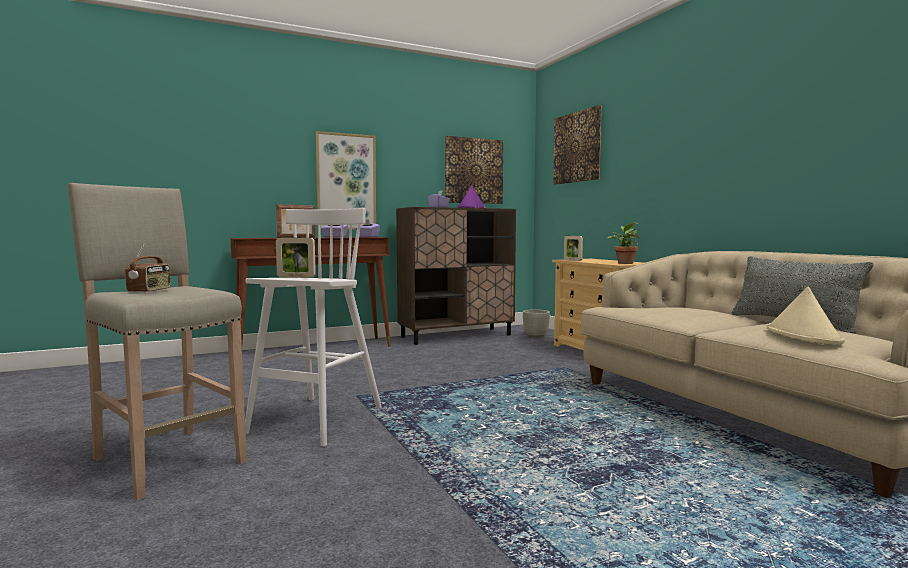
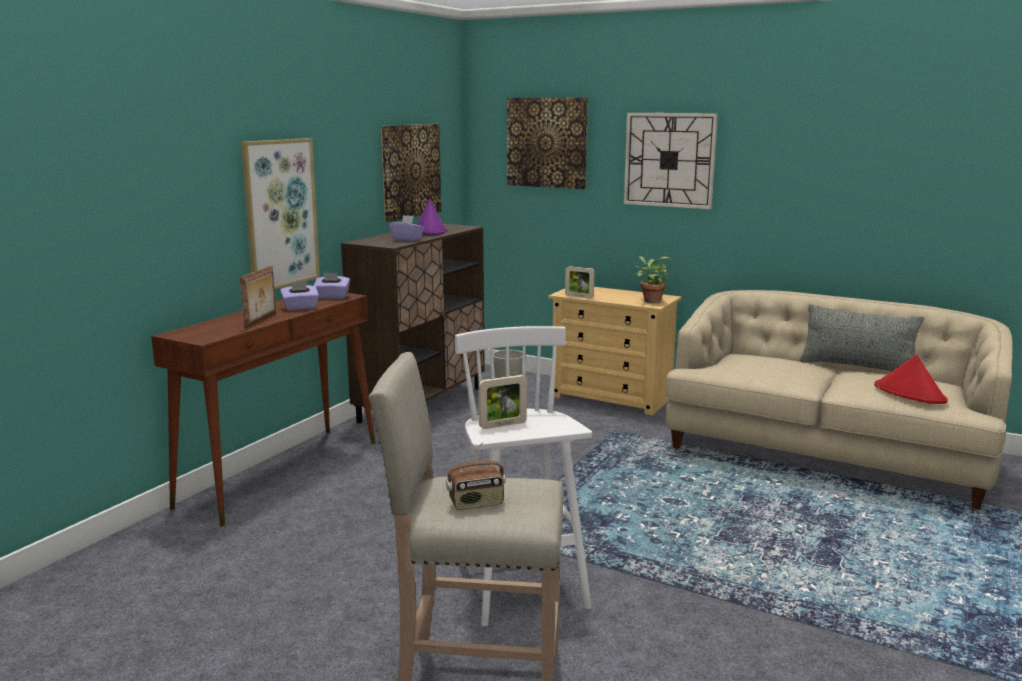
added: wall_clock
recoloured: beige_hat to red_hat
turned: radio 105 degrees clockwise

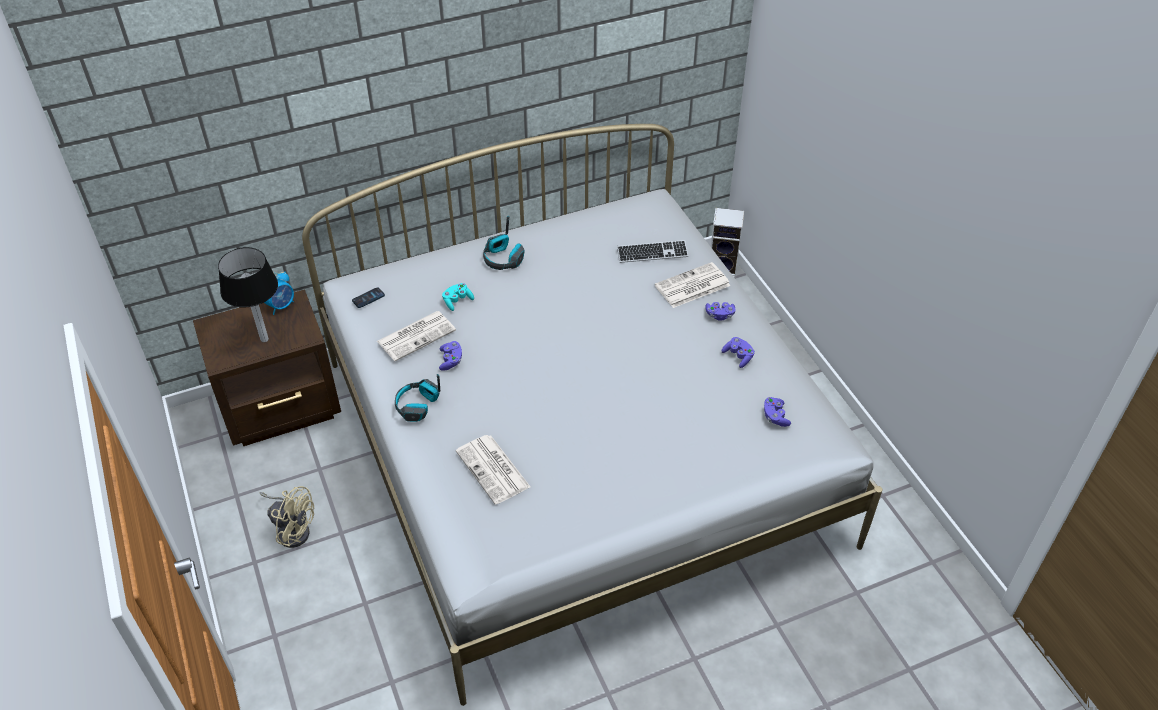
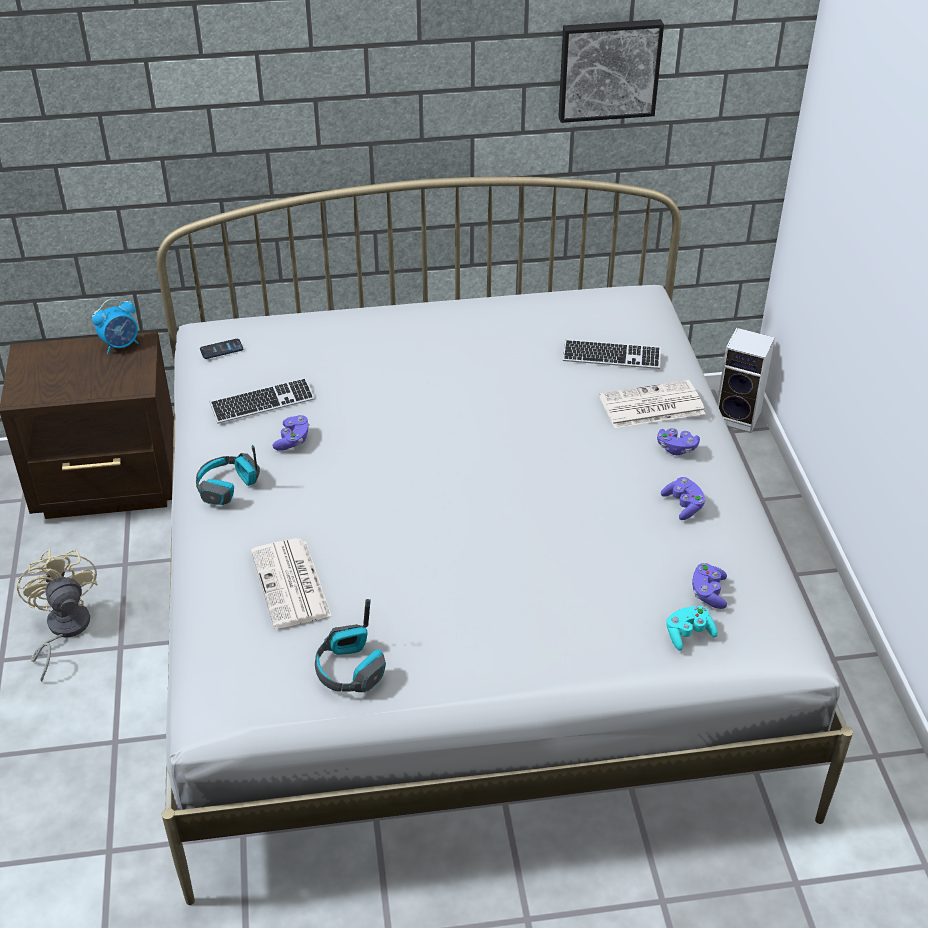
removed: table_lamp
added: picture
moved: headphones (2nd from left); turquoise_game_controller
replaced: newspaper (1st from left) to keyboard (1st from left)
turned: beige_fan 150 degrees counterclockwise

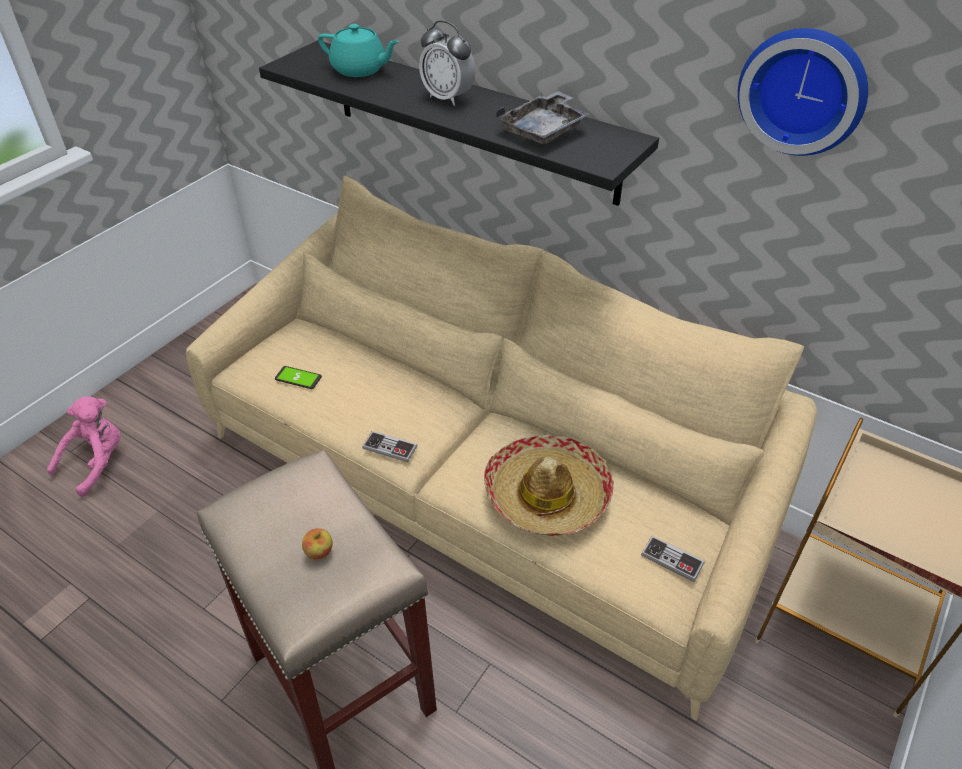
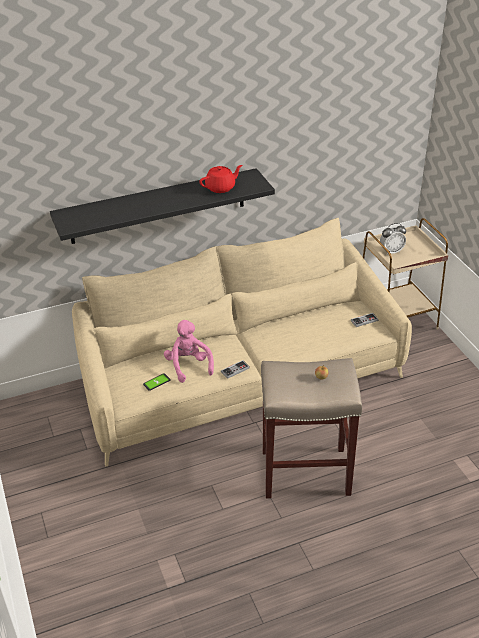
removed: turquoise_teapot; wall_clock; hat
moved: alarm_clock; pink_plush_toy
replaced: grey_tray to red_teapot

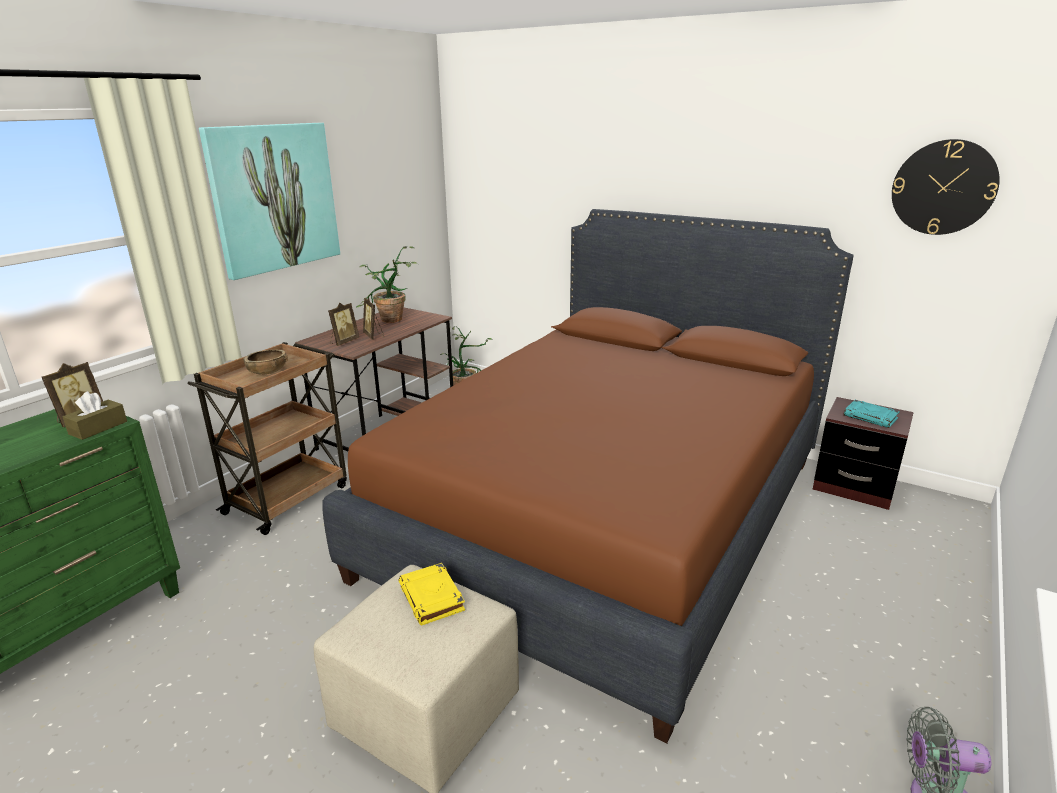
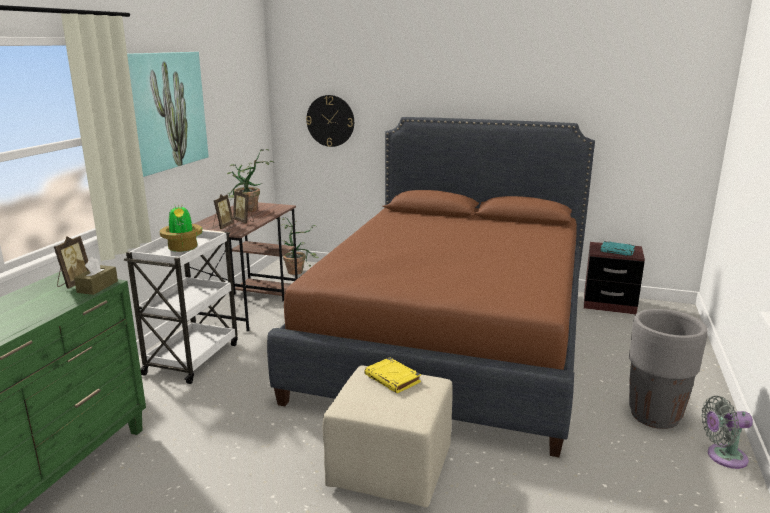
added: grey_planter
moved: wall_clock
replaced: brown_bowl to potted_plant (1st from left)
recoloured: brown_cart to white_cart

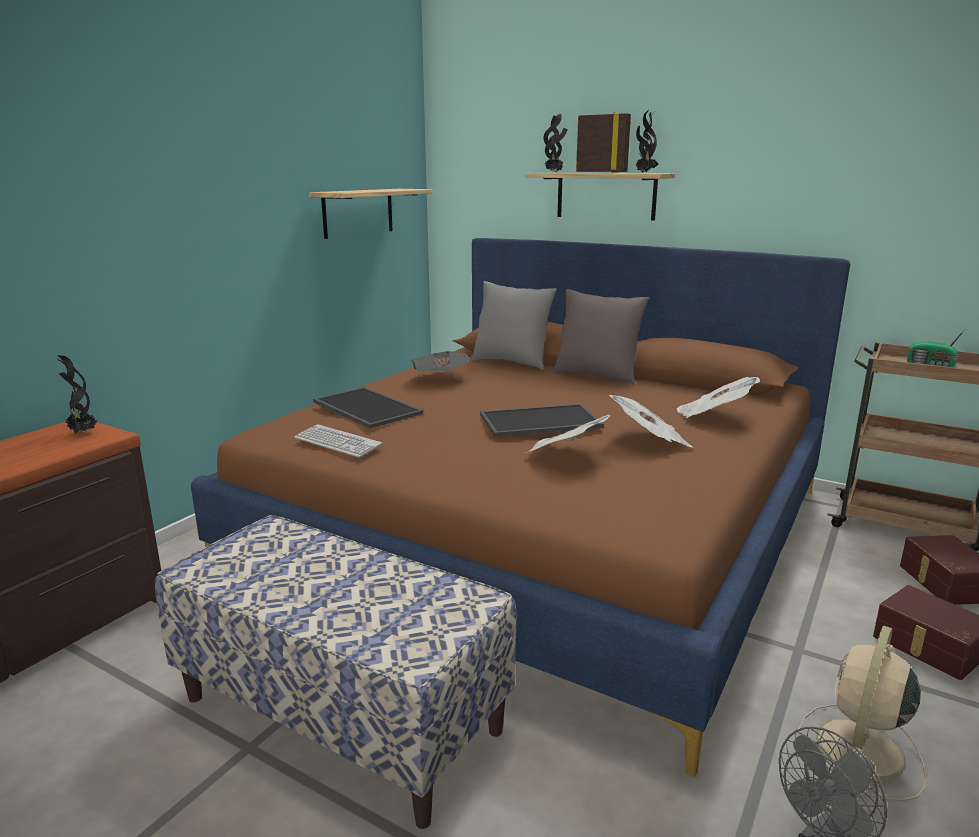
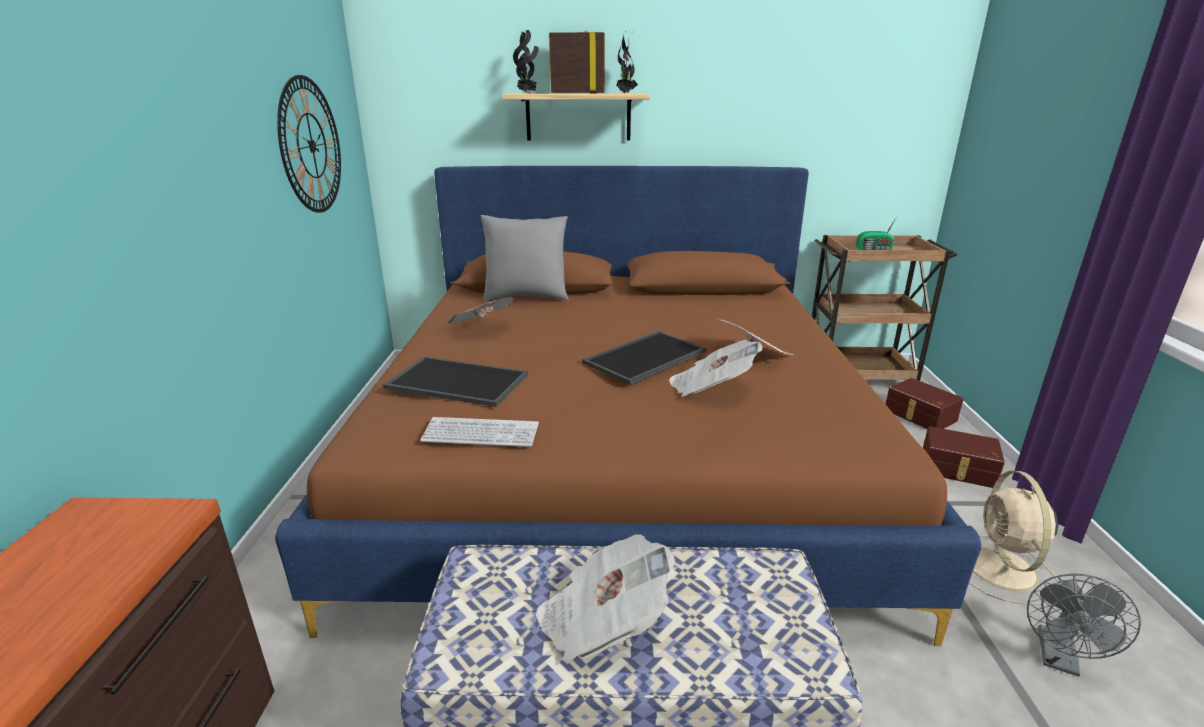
removed: grey_pillow (2nd from left); potted_plant (1st from left)
moved: newspaper (4th from left in the first image) to newspaper (2nd from left)
replaced: shelf (1st from left) to wall_clock

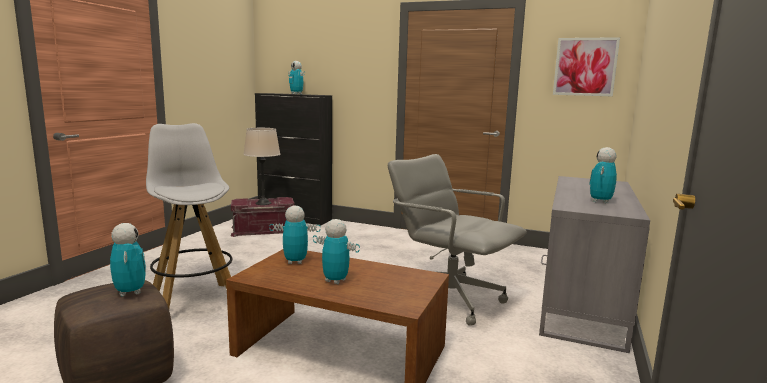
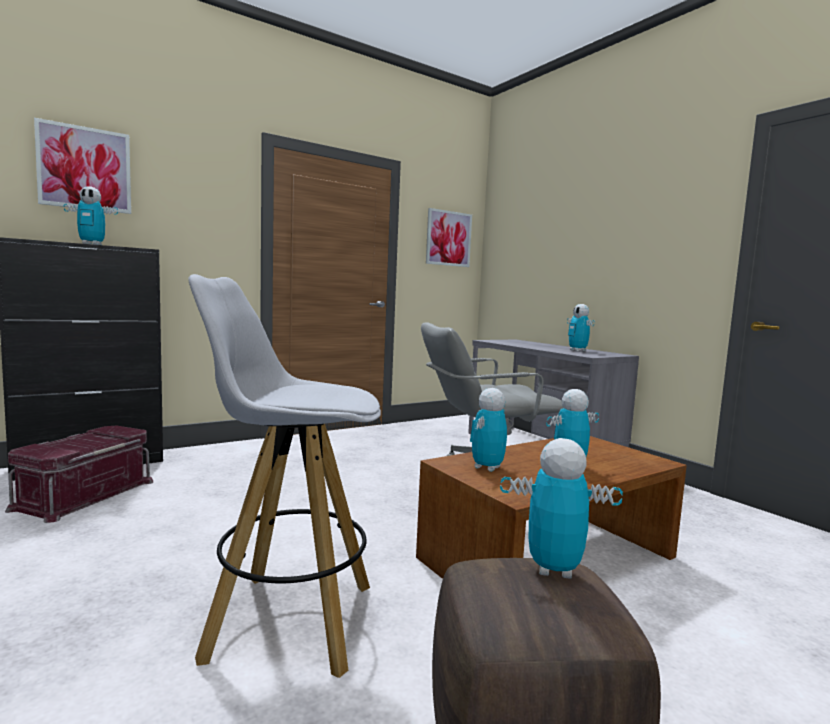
removed: beige_table_lamp
added: picture (1st from left)

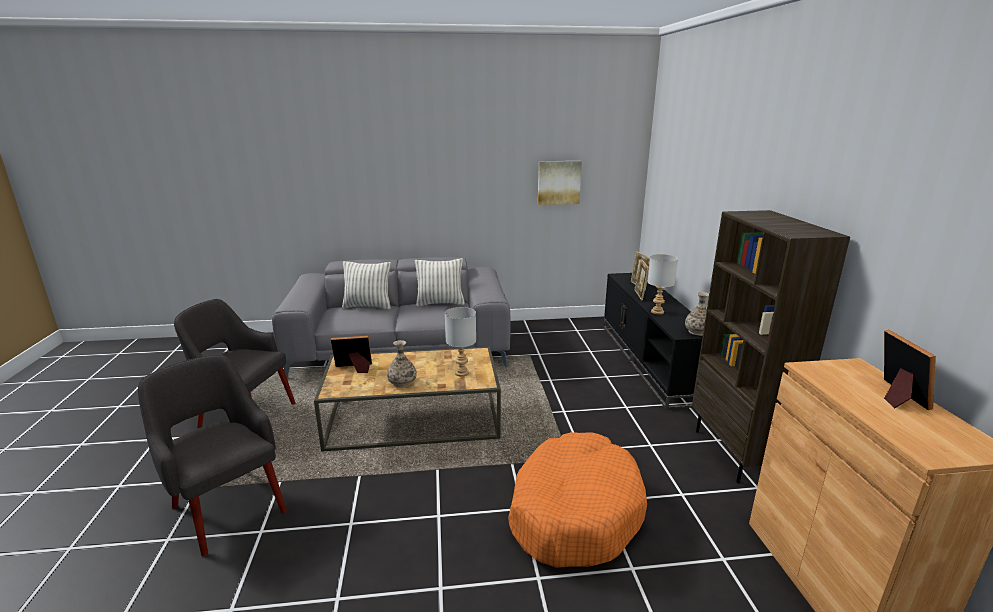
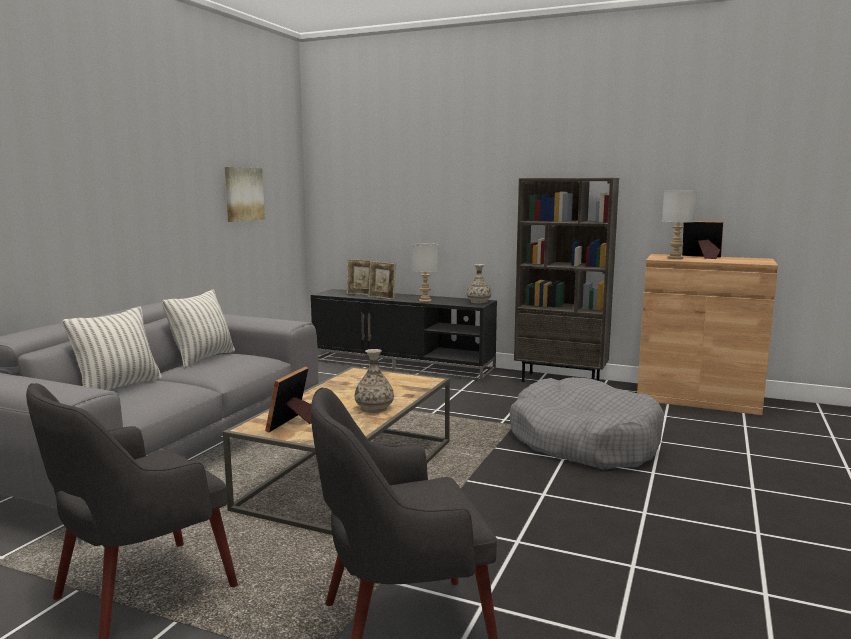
moved: grey_table_lamp (1st from left in the first image) to grey_table_lamp (2nd from left)
recoloured: orange_dog_bed to grey_dog_bed

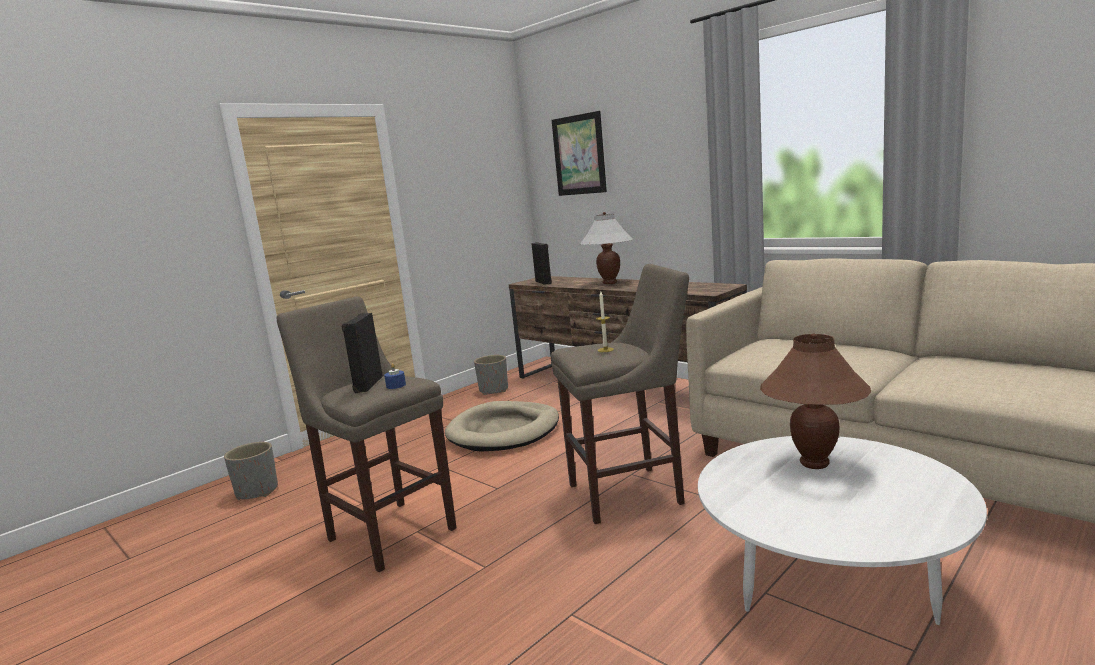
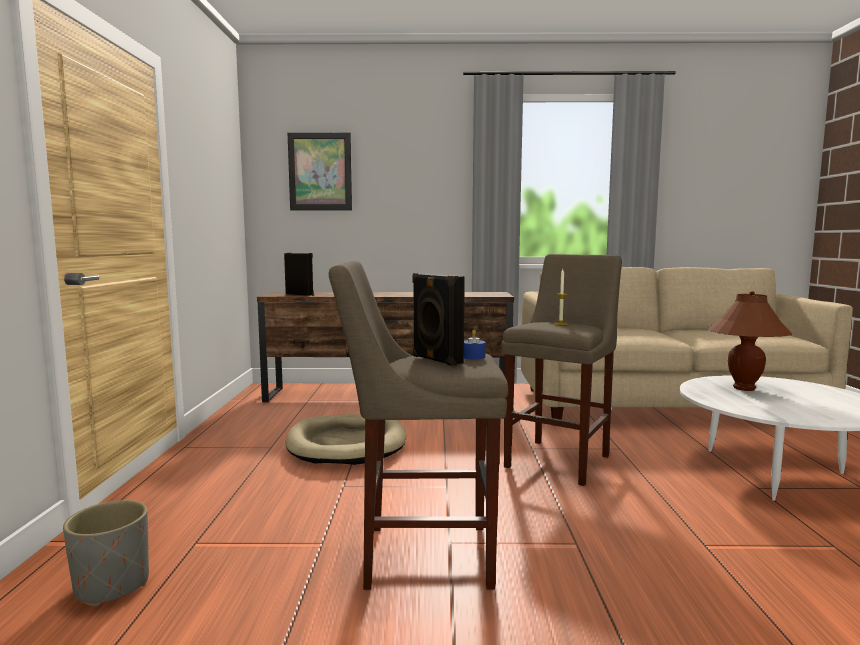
removed: white_table_lamp; grey_planter (2nd from left)

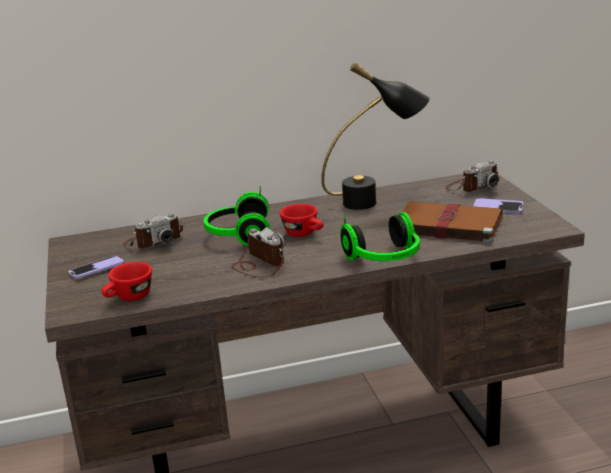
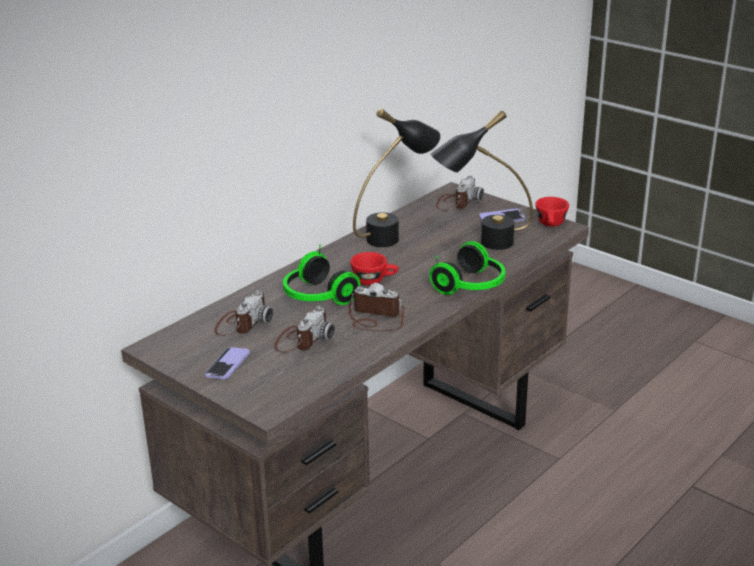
added: photo_camera (2nd from left)
moved: red_cup (1st from left in the first image) to red_cup (2nd from left)
replaced: brown_book to black_table_lamp (2nd from left)

